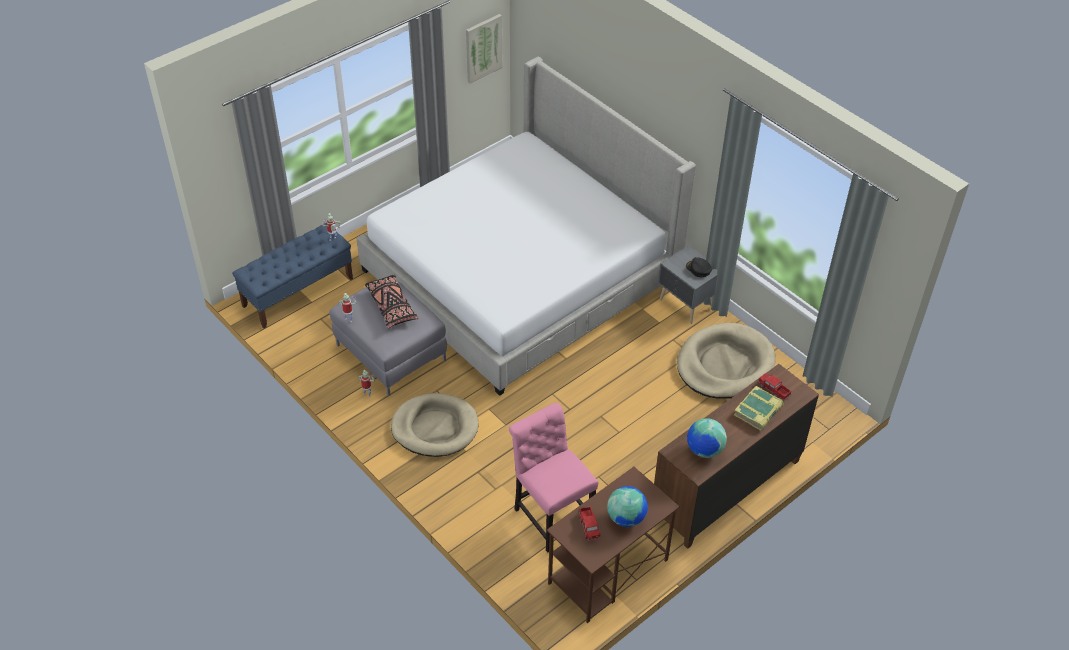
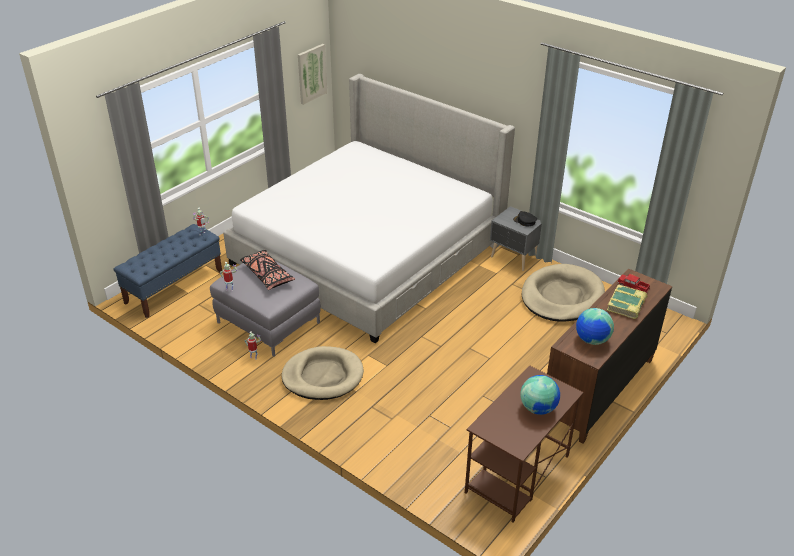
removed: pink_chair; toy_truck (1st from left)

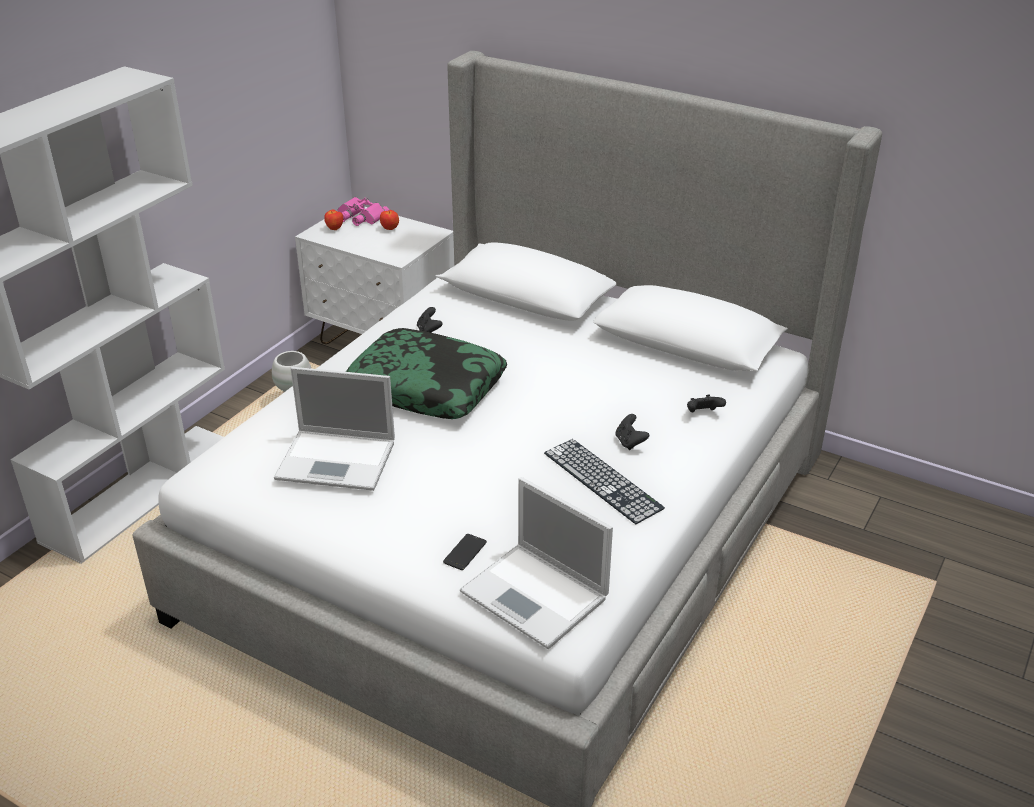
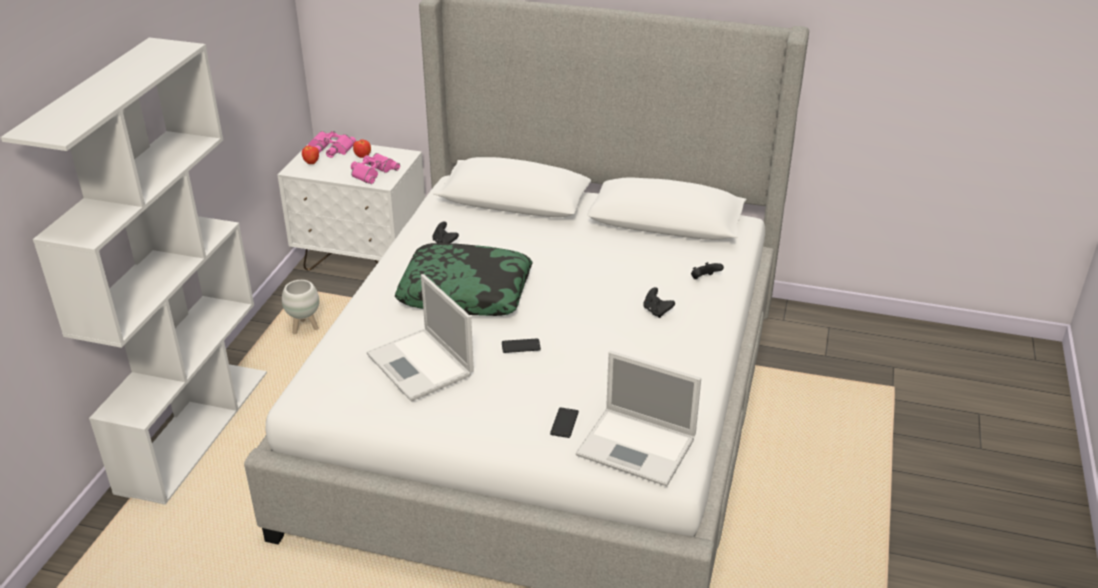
removed: keyboard
added: pink_binoculars (2nd from left); phone (1st from left)
turned: laptop (1st from left) 60 degrees clockwise

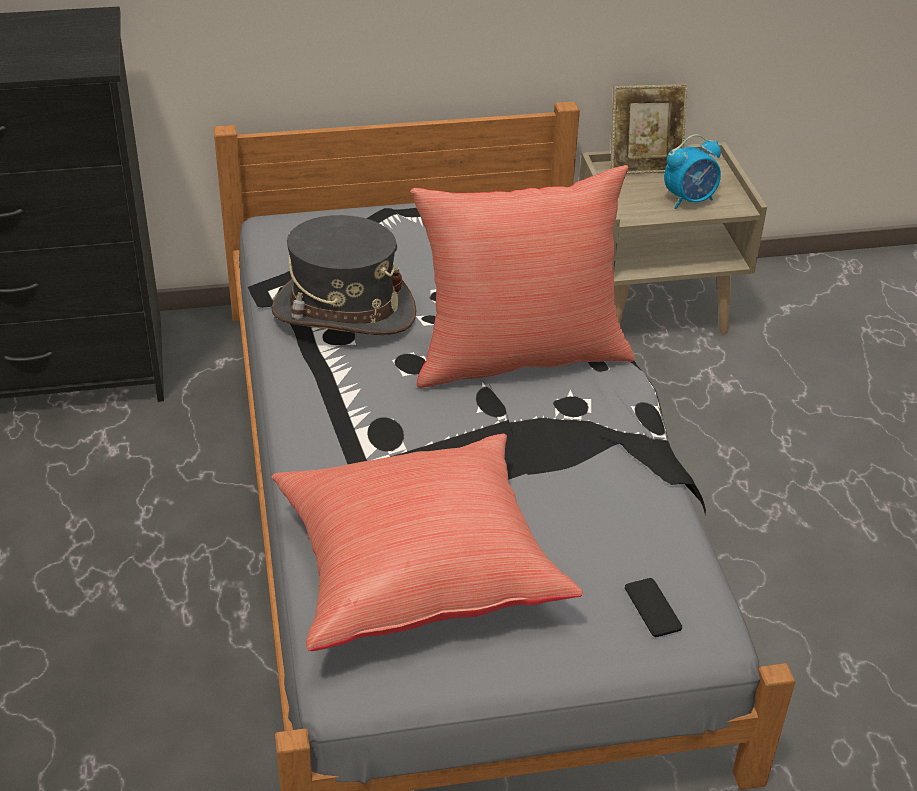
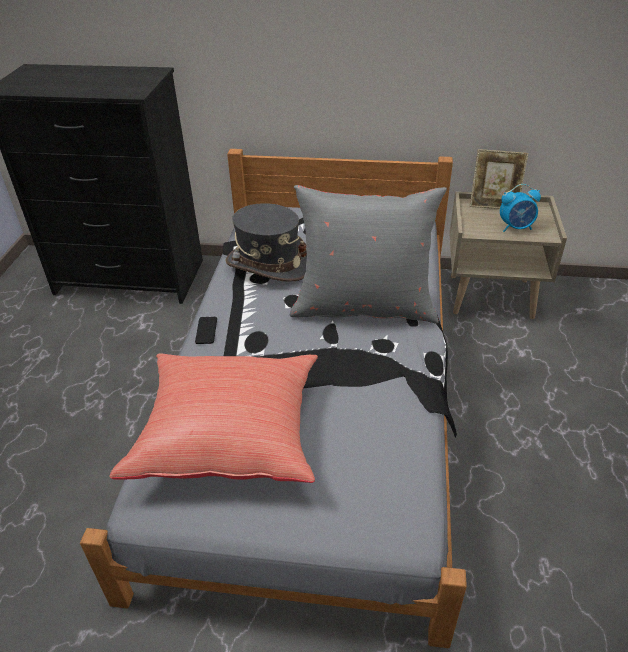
moved: phone
recoloured: red_pillow (2nd from left) to grey_pillow

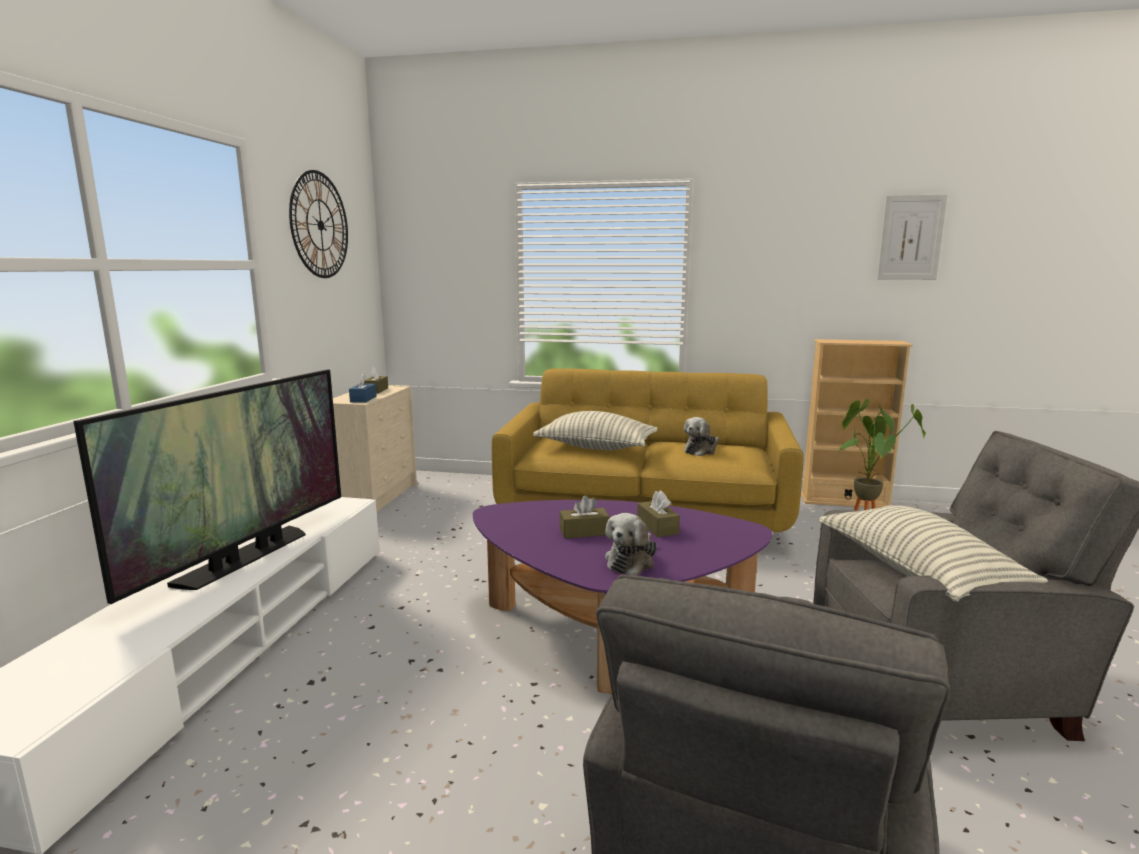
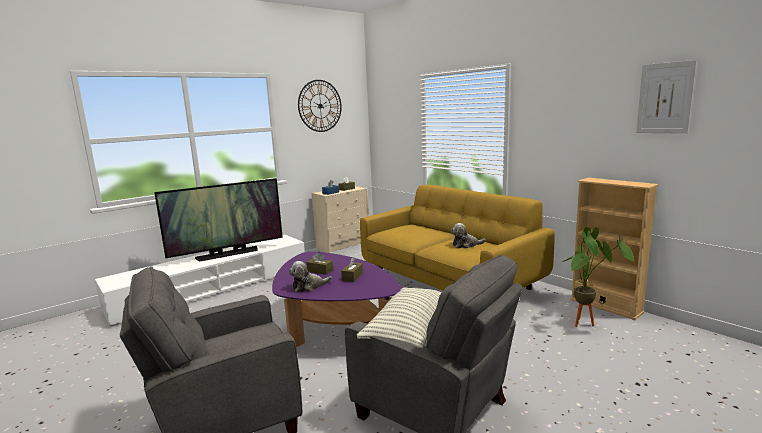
removed: pillow (1st from left)

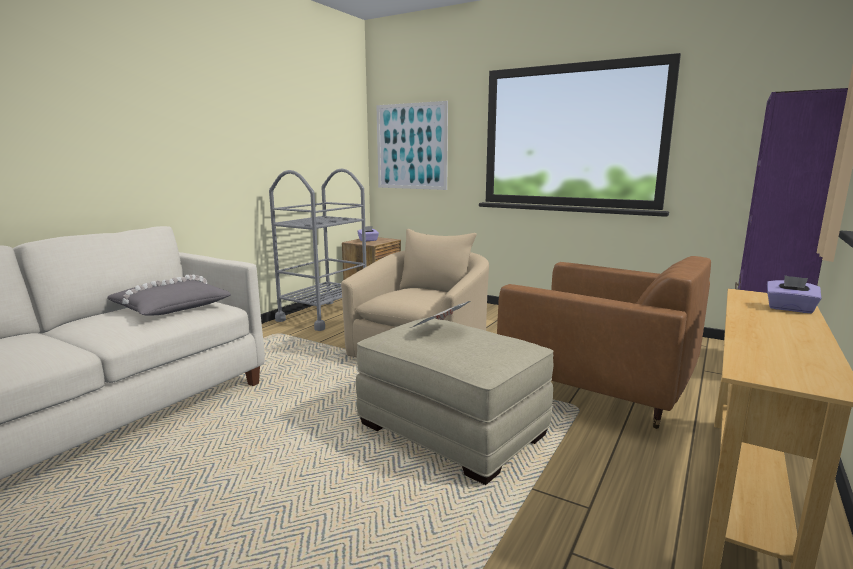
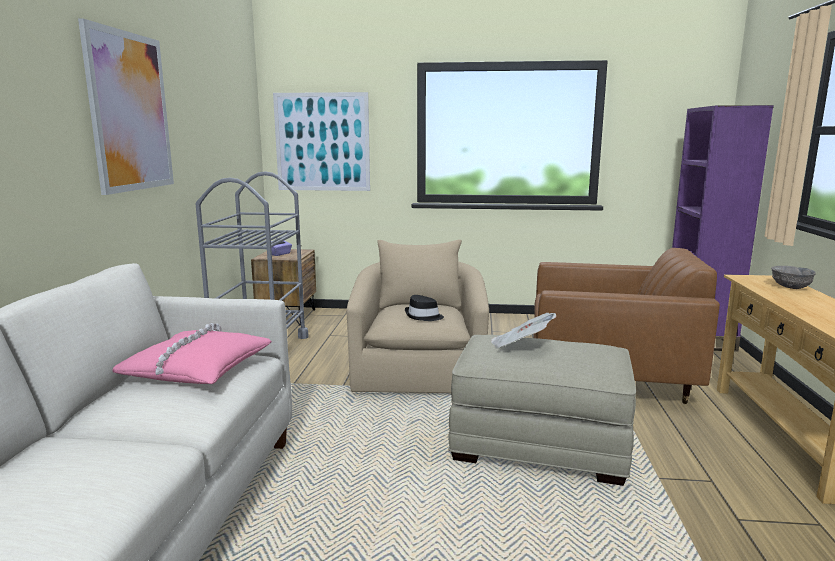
added: picture (1st from left); black_hat
replaced: purple_tissue_box (2nd from left) to grey_bowl
recoloured: grey_pillow to pink_pillow

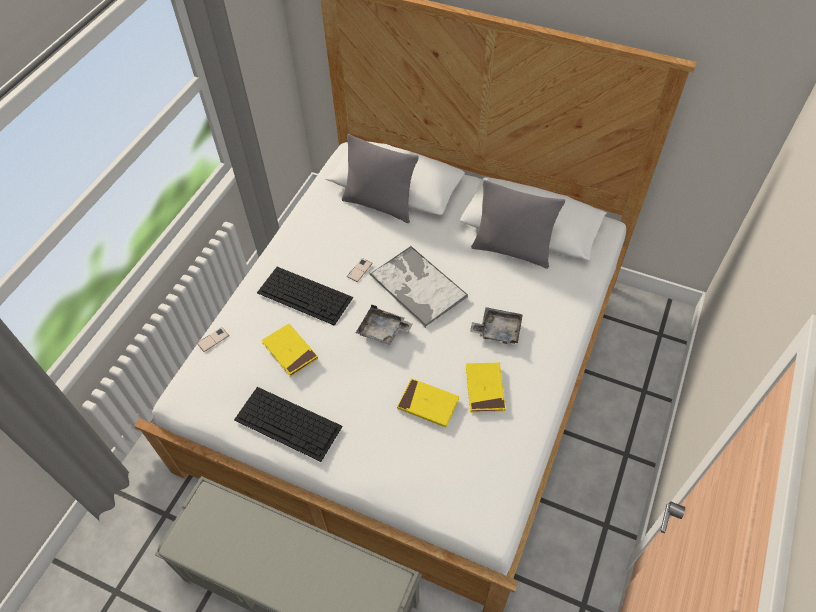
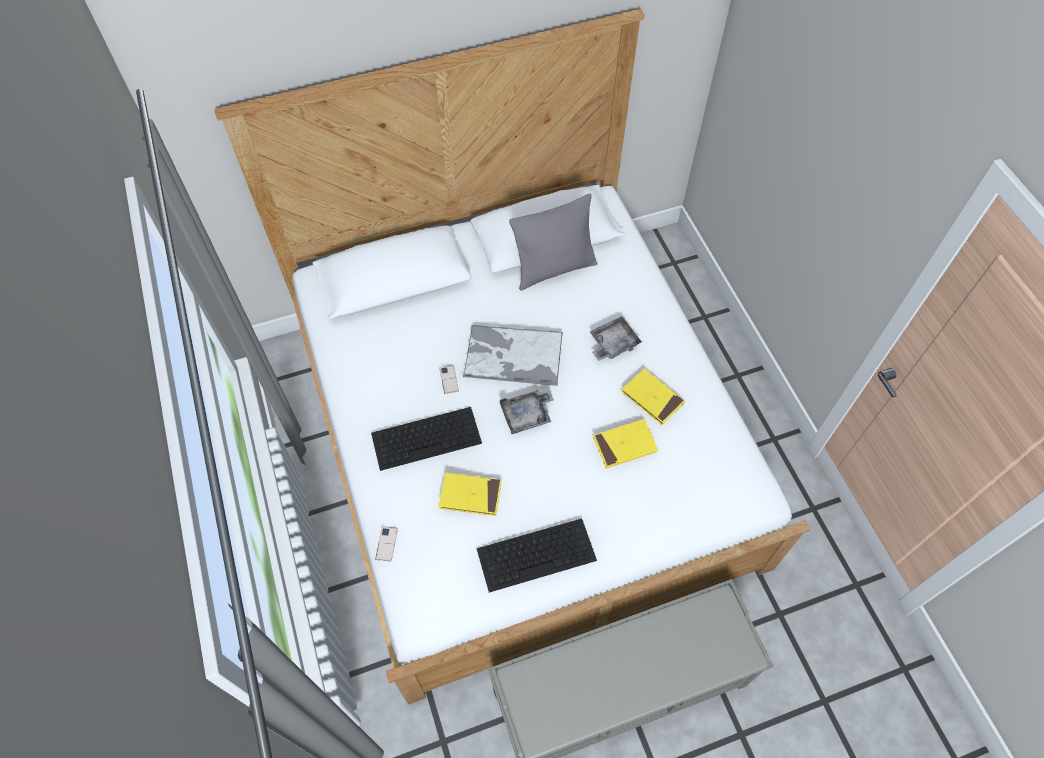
removed: grey_pillow (1st from left)

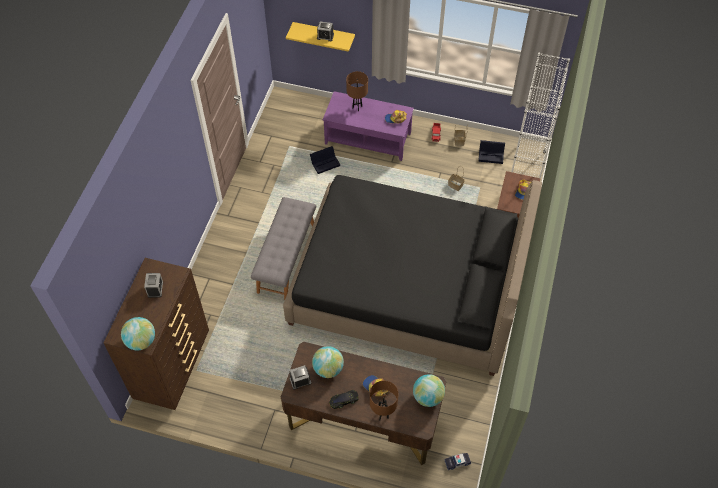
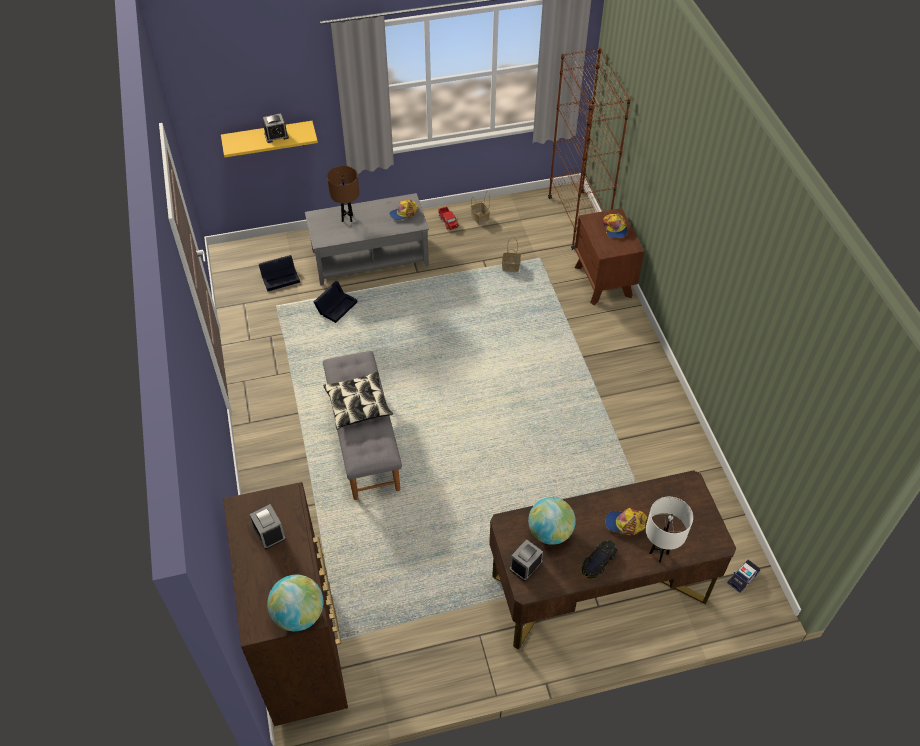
removed: black_bed; globe (3rd from left)
added: pillow
moved: black_storage_box (2nd from left in the first image) to black_storage_box (1st from left)
recoloured: white_bookcase to brown_bookcase; purple_coffee_table to grey_coffee_table; brown_table_lamp (2nd from left) to white_table_lamp

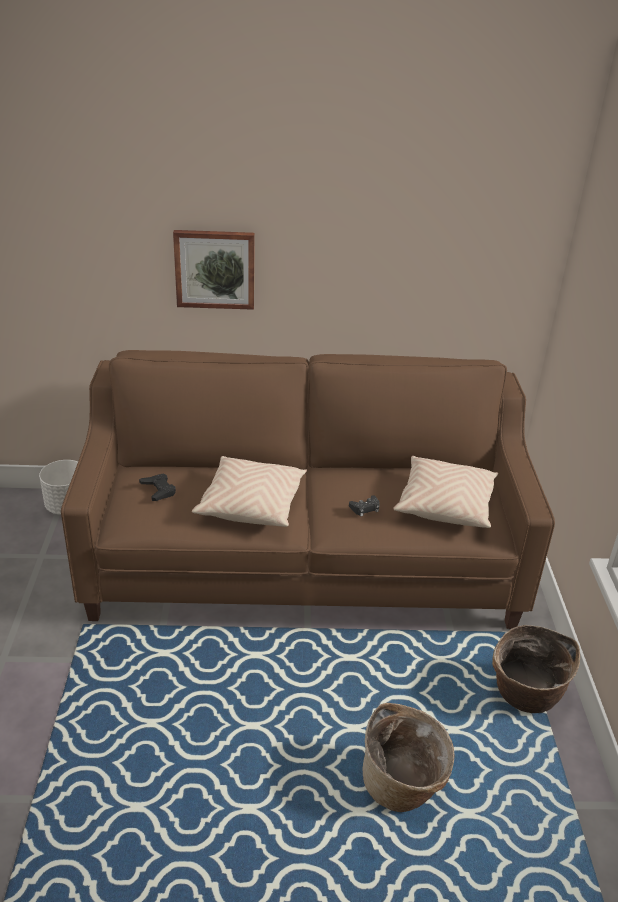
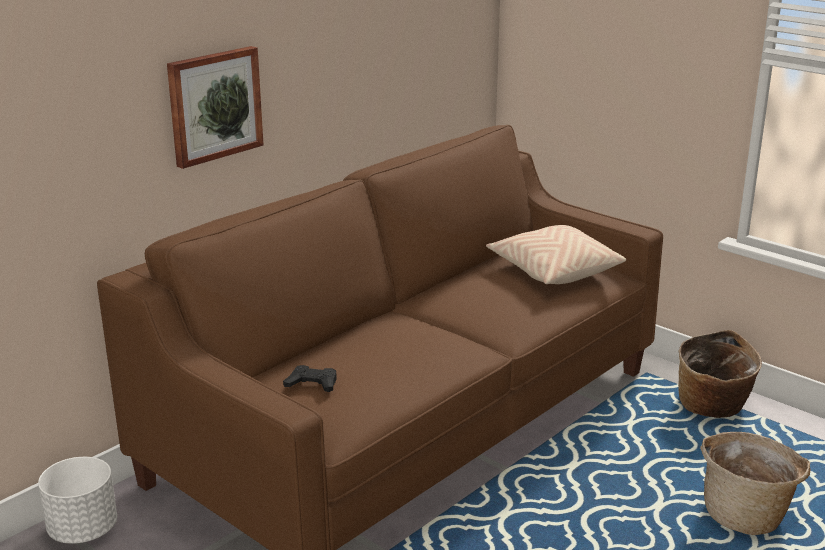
removed: beige_pillow (1st from left); black_game_controller (2nd from left)

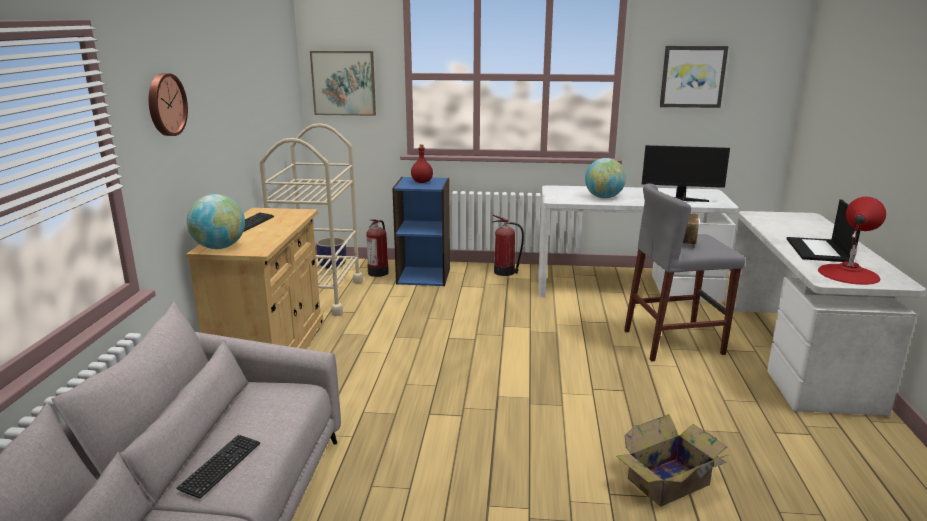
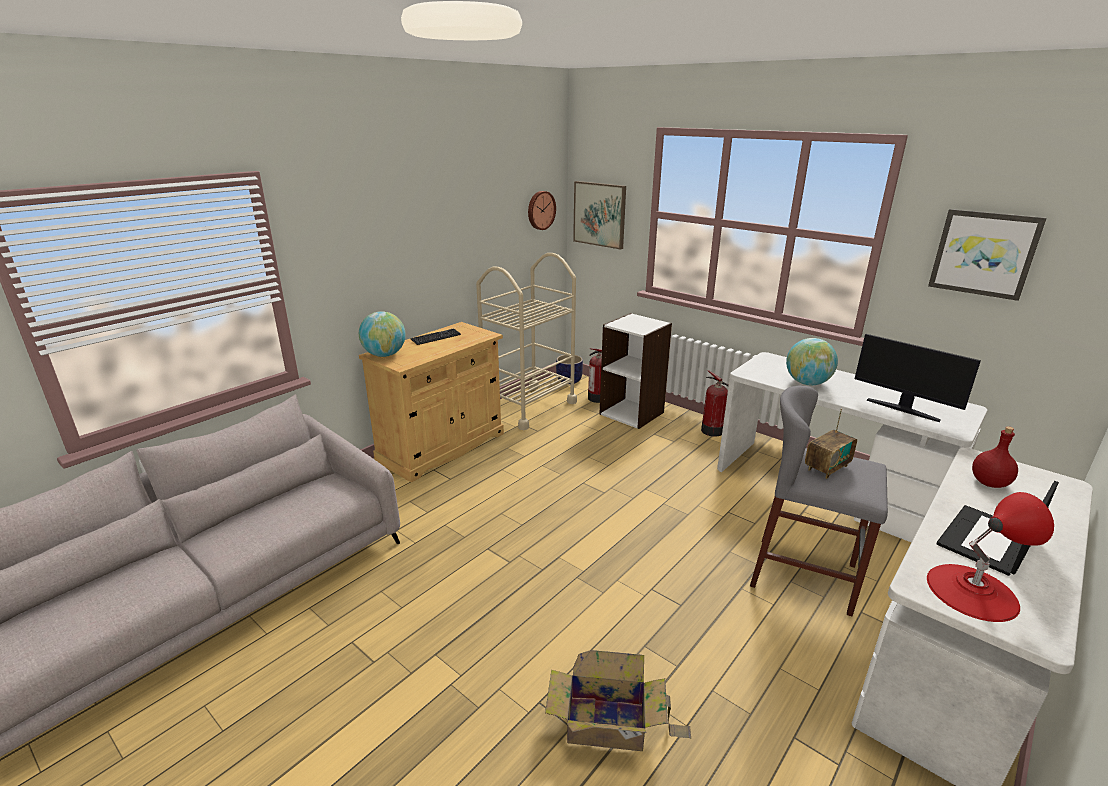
removed: keyboard (1st from left)
moved: wall_clock; red_bottle
recoloured: blue_bookcase to white_bookcase

